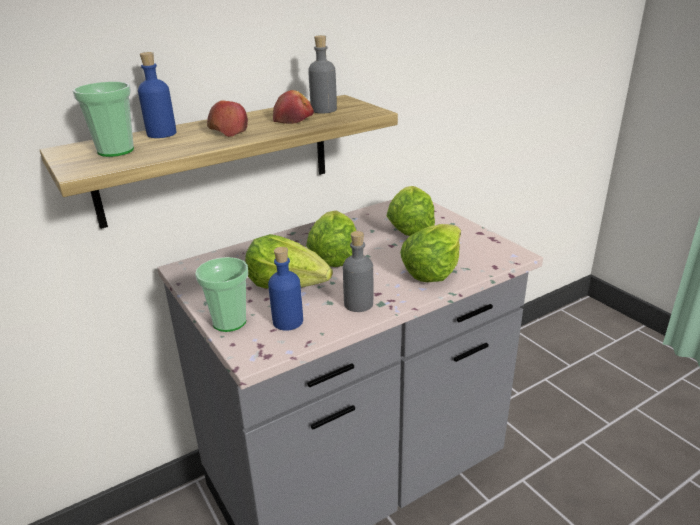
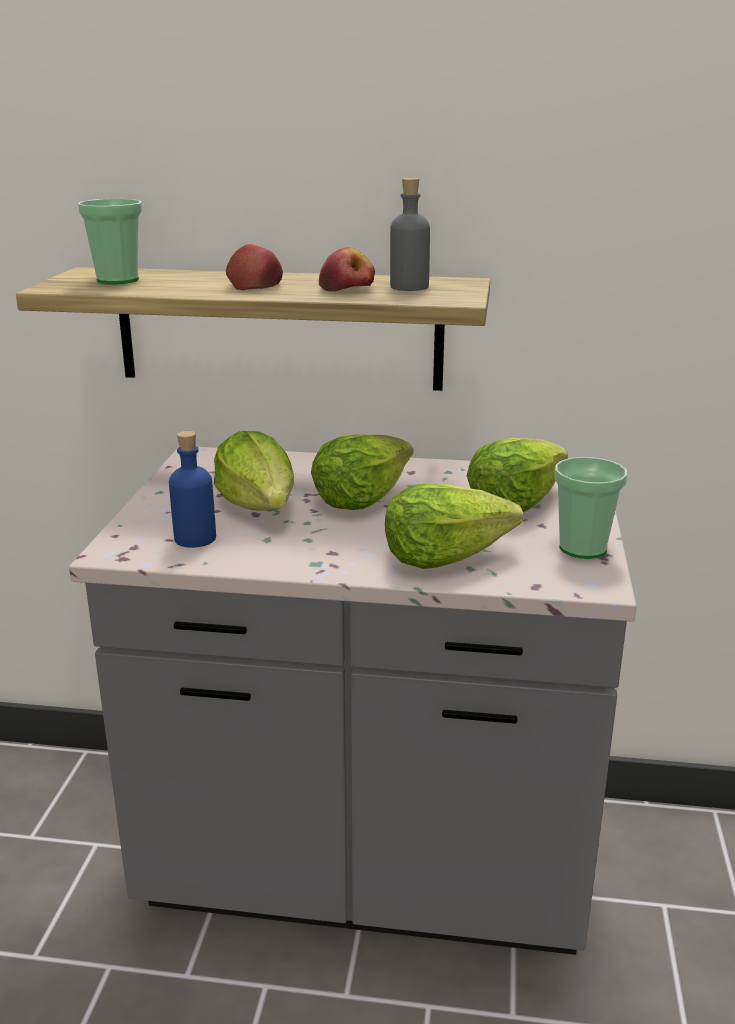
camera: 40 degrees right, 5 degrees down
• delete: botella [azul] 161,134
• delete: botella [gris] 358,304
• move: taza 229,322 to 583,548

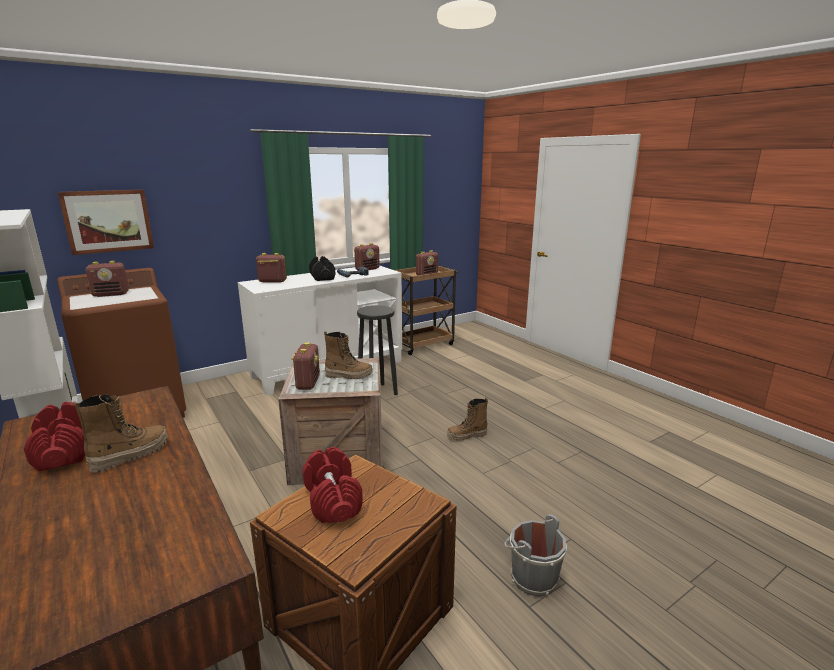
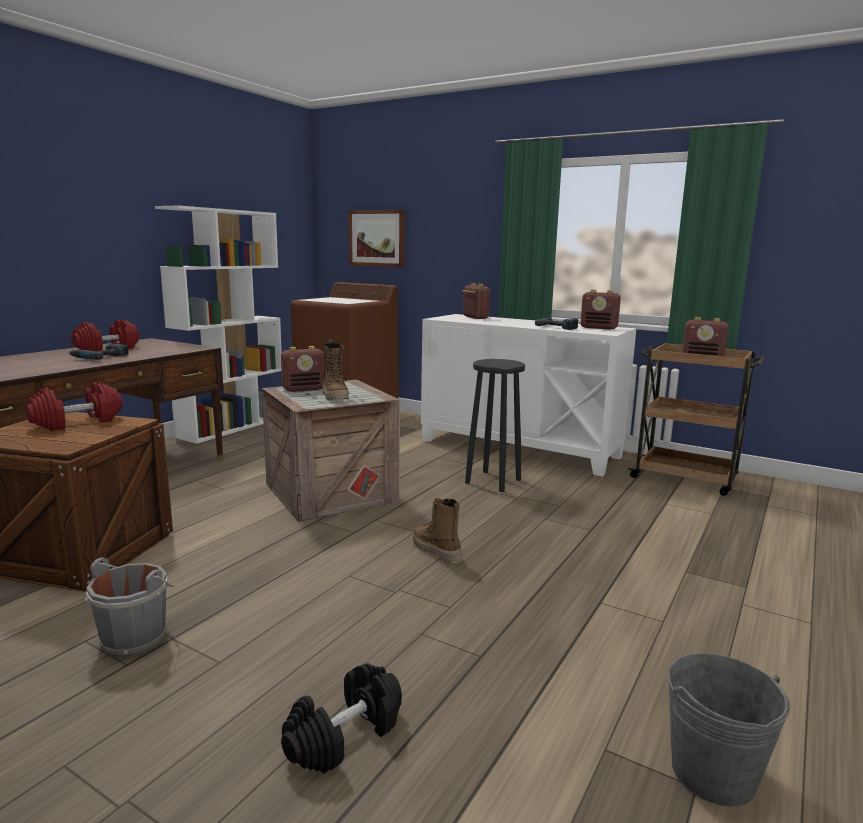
camera: 65 degrees right, 5 degrees down
• delete: radio 111,294
• insert: cubo [gris] 713,773
• move: mancuerna [negro] 322,277 to 344,735
• replace: bota 130,455 to taladro 100,357

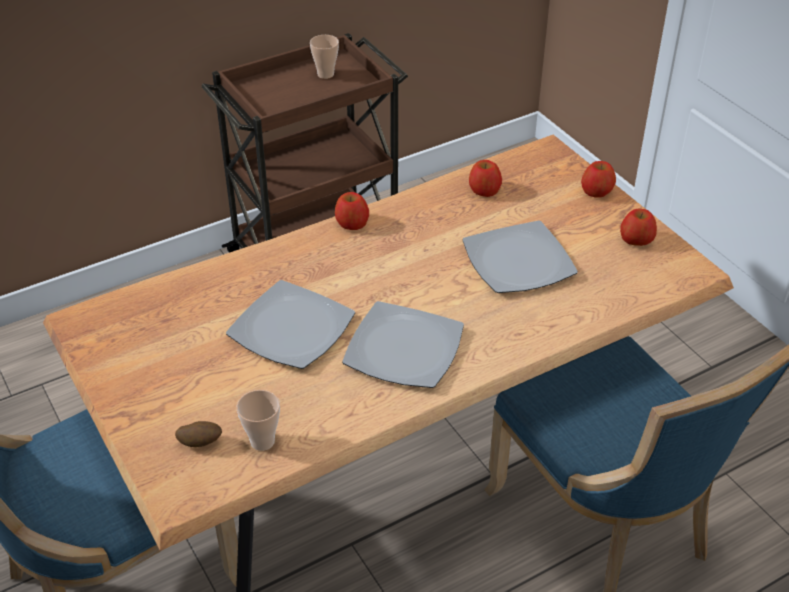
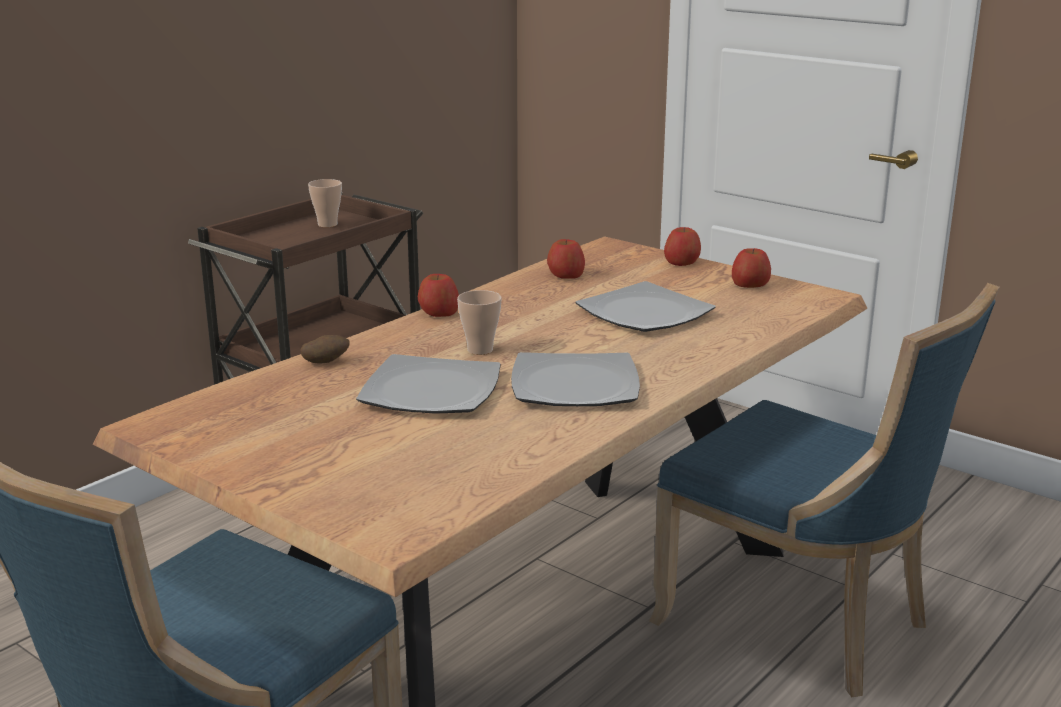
camera: 20 degrees left, 20 degrees down
• move: patata 200,443 to 326,362
• move: taza 262,441 to 480,350

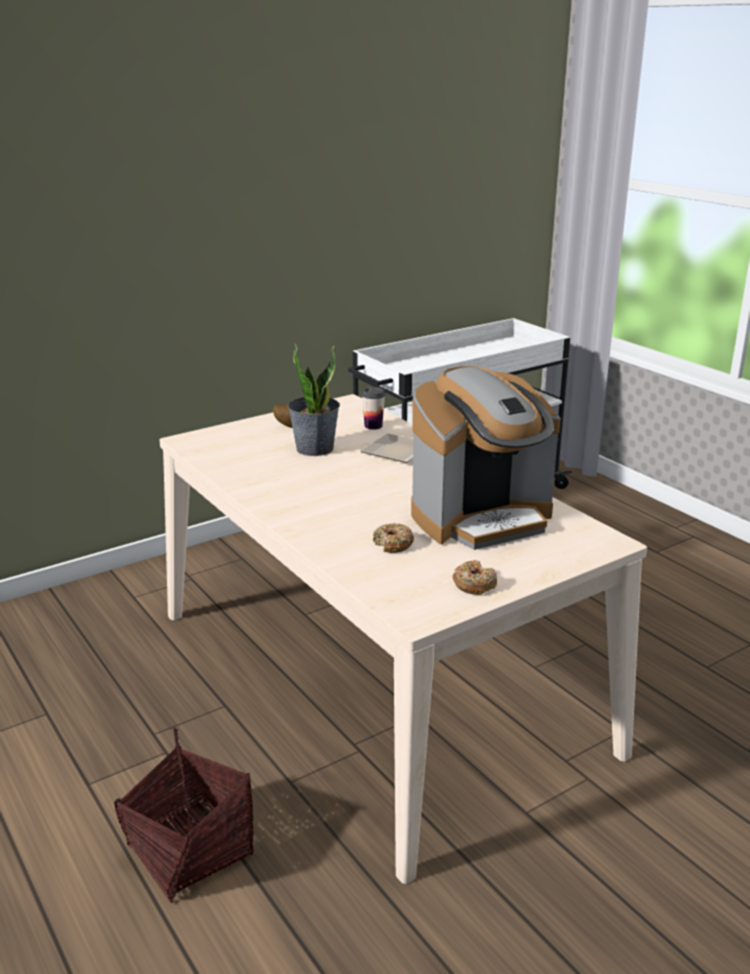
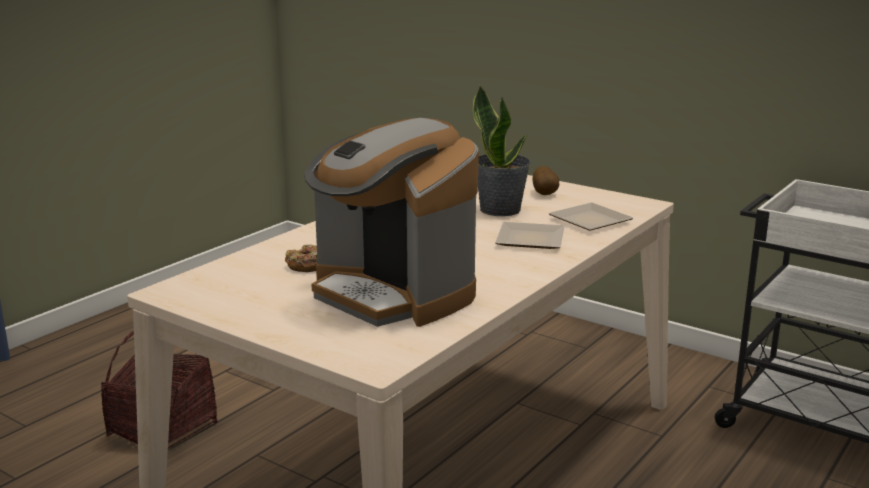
camera: 70 degrees right, 5 degrees down
• delete: rosquilla 474,584
• replace: taza 373,426 to plato 590,222

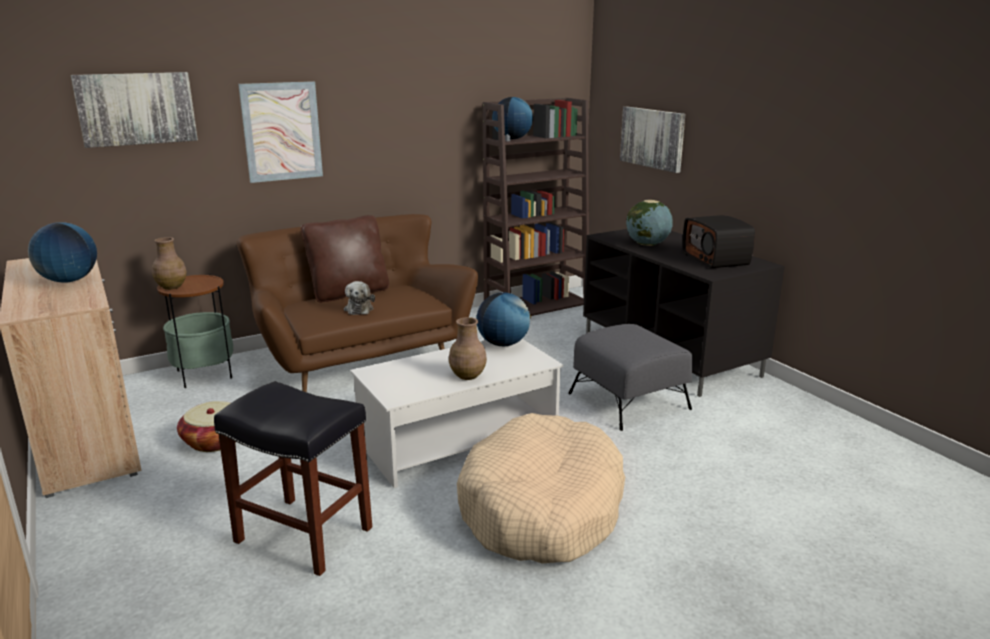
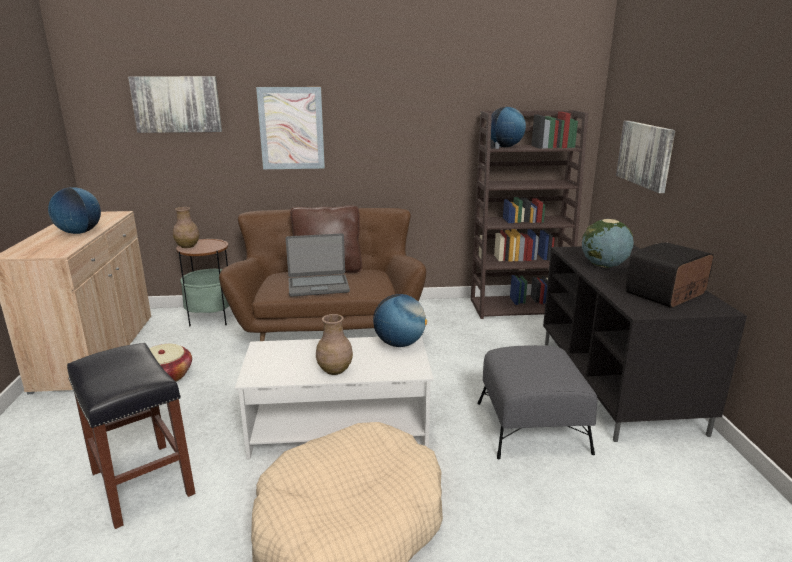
camera: 25 degrees right, 0 degrees up
• replace: peluche 359,309 to portátil 318,286
• rotate: radio 716,259 = 666,294 45 degrees clockwise

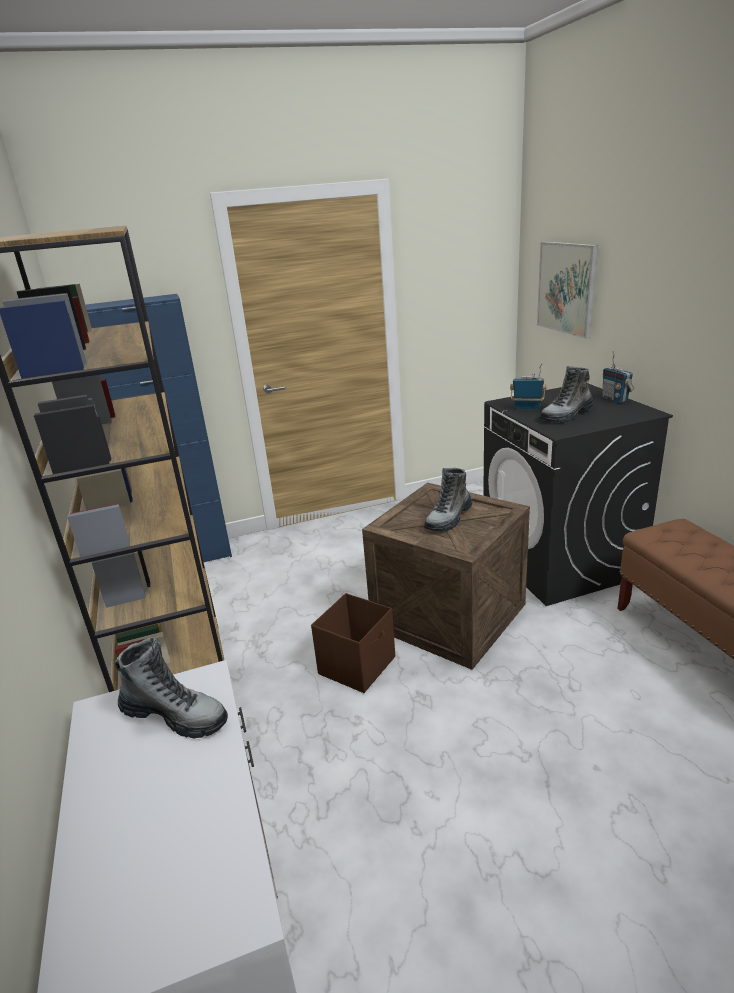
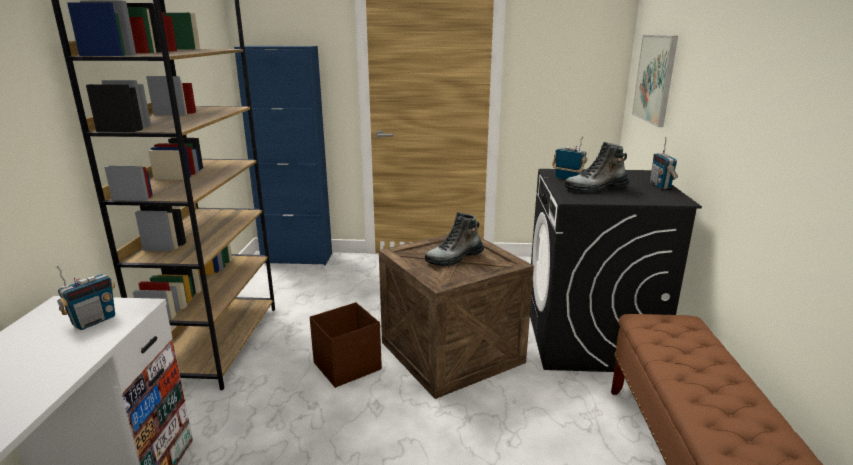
camera: 20 degrees right, 5 degrees down
• replace: bota 175,715 to radio 94,321

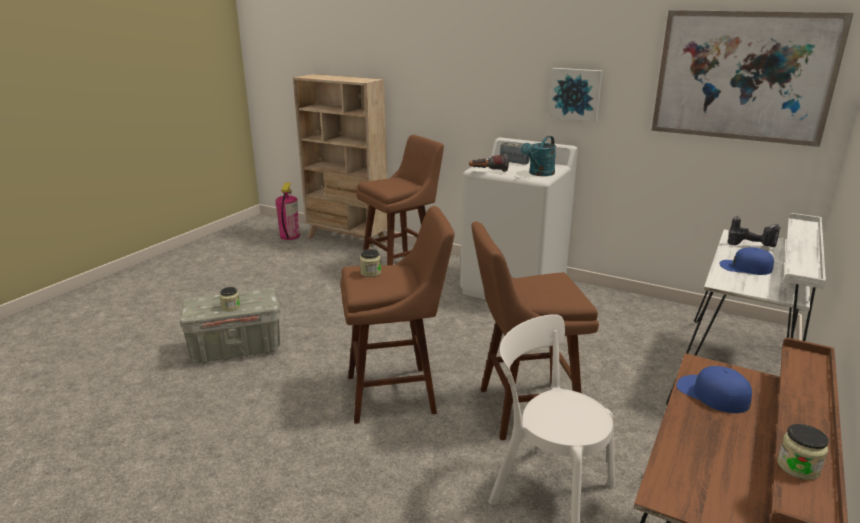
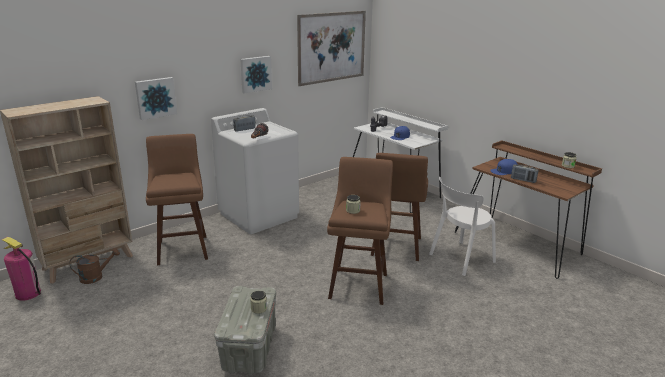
camera: 70 degrees left, 0 degrees up
• delete: regadera [turquesa] 539,174
• insert: regadera [marrón] 96,277
• insert: cuadro 155,97
• insert: radio 523,180

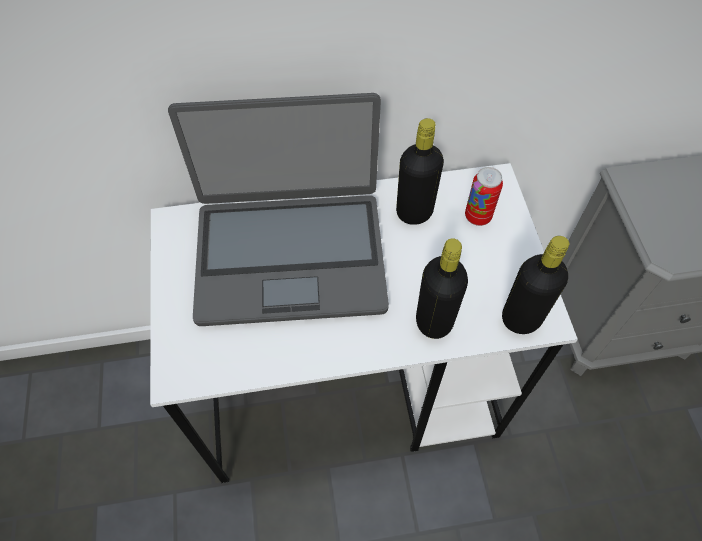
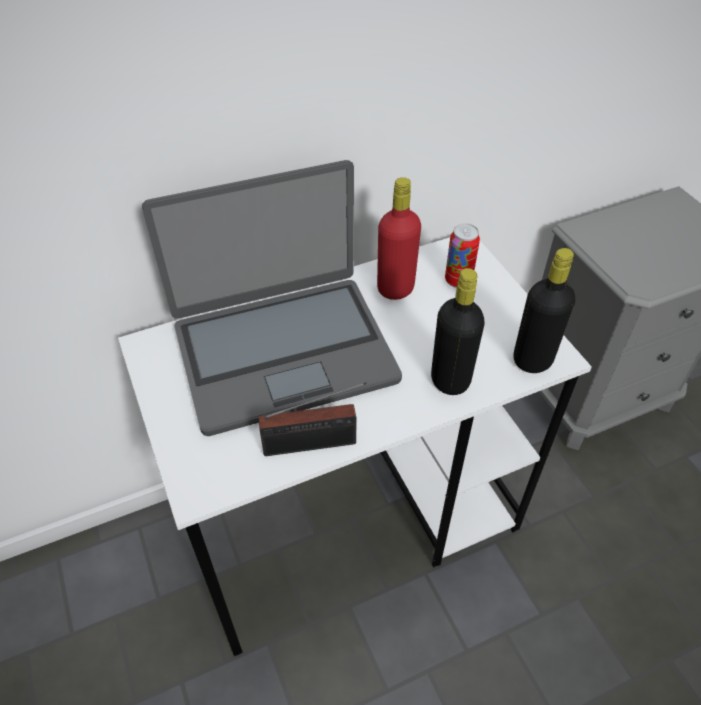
camera: 15 degrees left, 10 degrees down
• insert: radio 315,444
• recolor: botella [negro] 414,212 to botella [rojo] 395,288

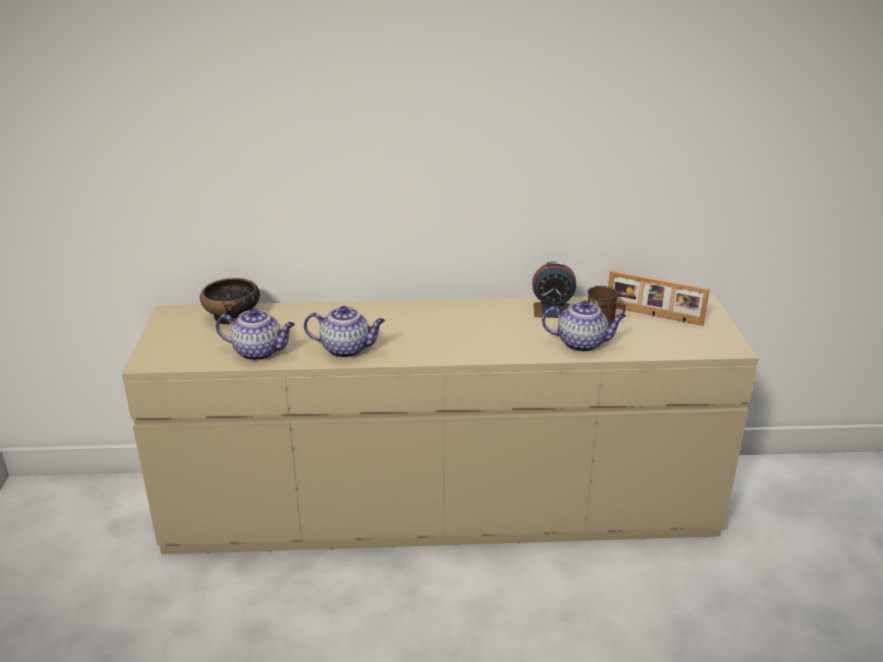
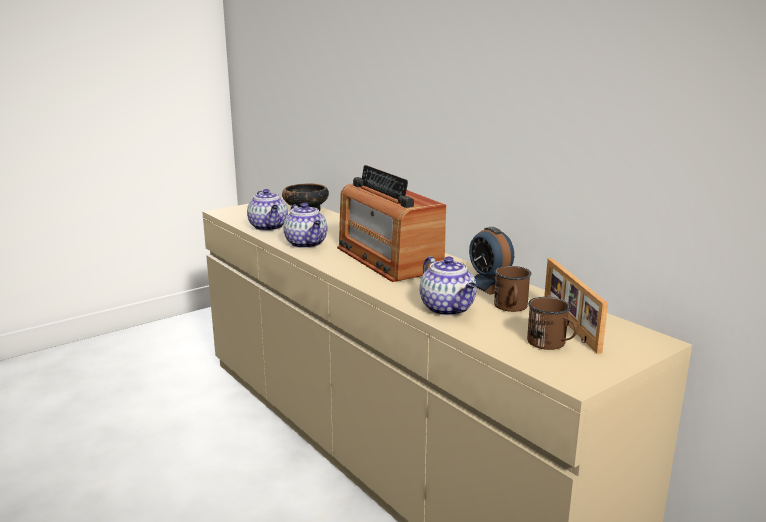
camera: 55 degrees right, 10 degrees down
• insert: radio 388,259
• insert: taza grande [marrón] 551,344

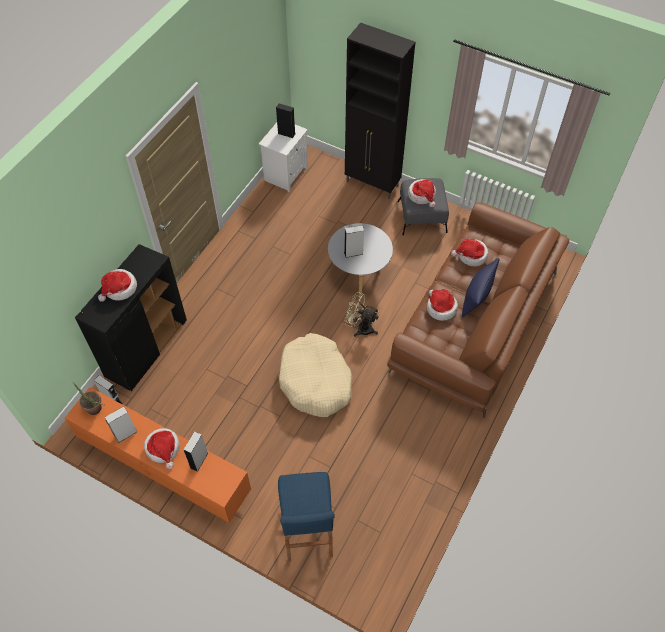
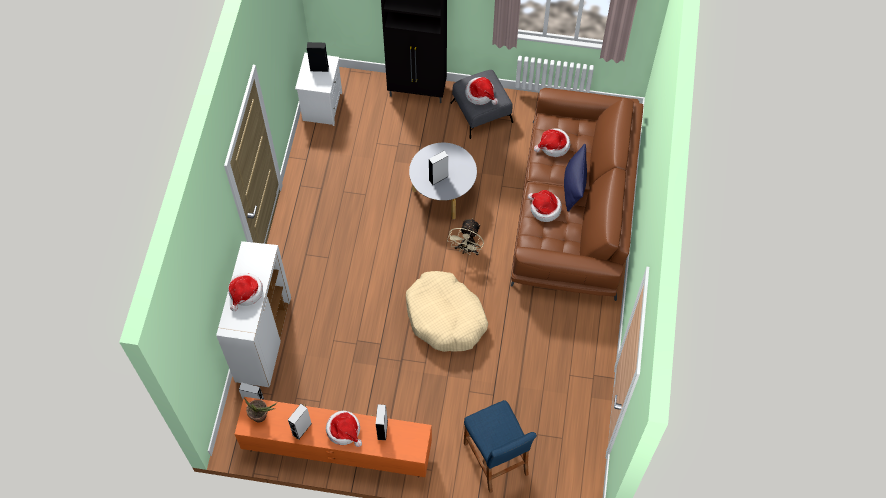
camera: 20 degrees left, 5 degrees up
• recolor: armario [negro] 146,348 to armario [blanco] 263,339
• rotate: ventilador [beis] 360,328 = 467,249 75 degrees counterclockwise

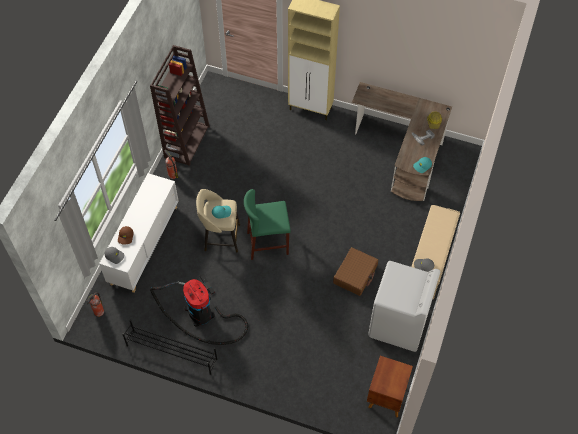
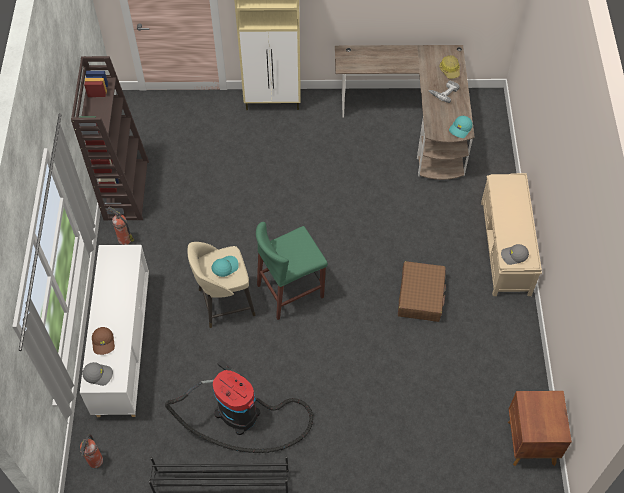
camera: 20 degrees left, 0 degrees up
• delete: lavadora [blanco] 398,324

